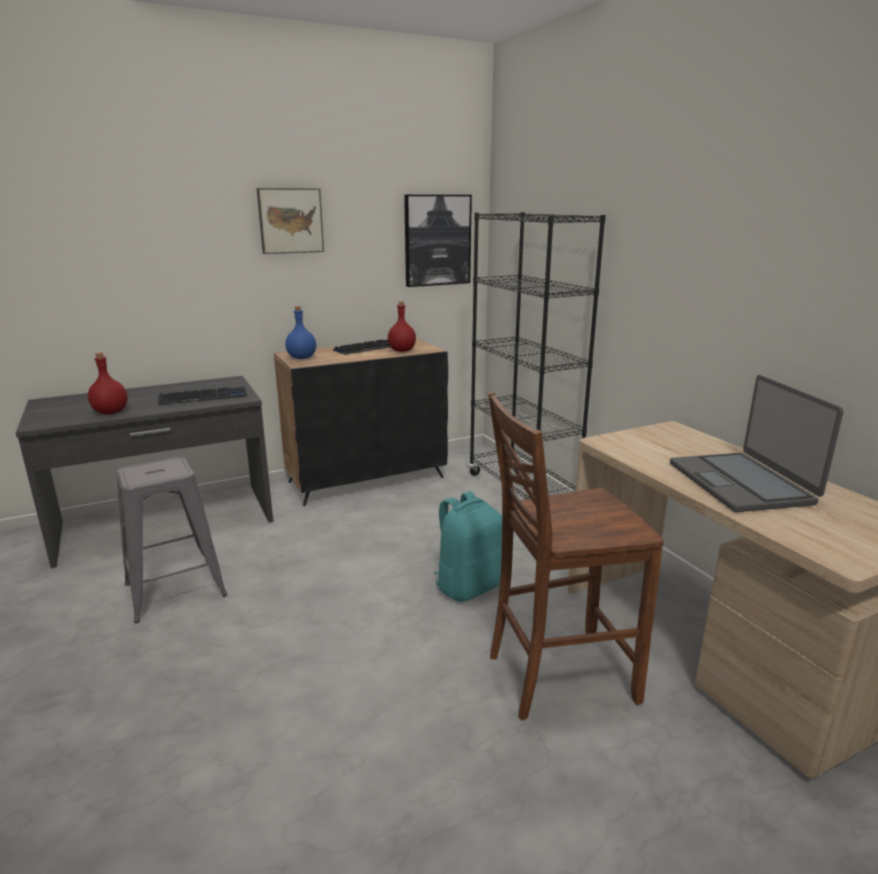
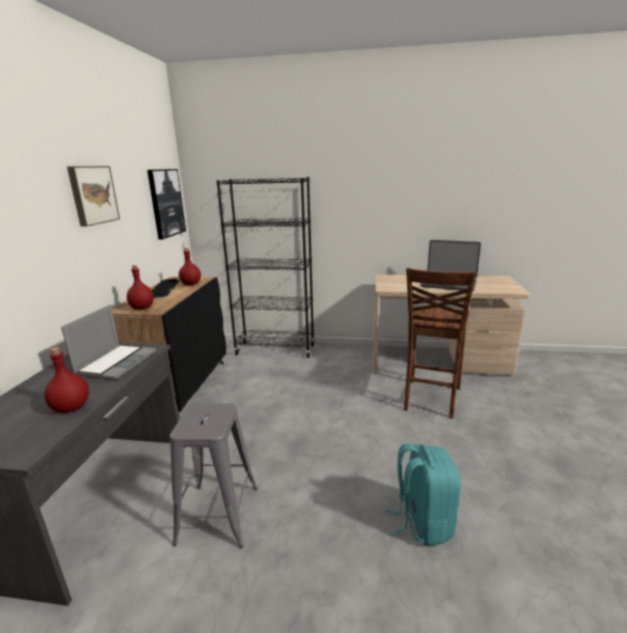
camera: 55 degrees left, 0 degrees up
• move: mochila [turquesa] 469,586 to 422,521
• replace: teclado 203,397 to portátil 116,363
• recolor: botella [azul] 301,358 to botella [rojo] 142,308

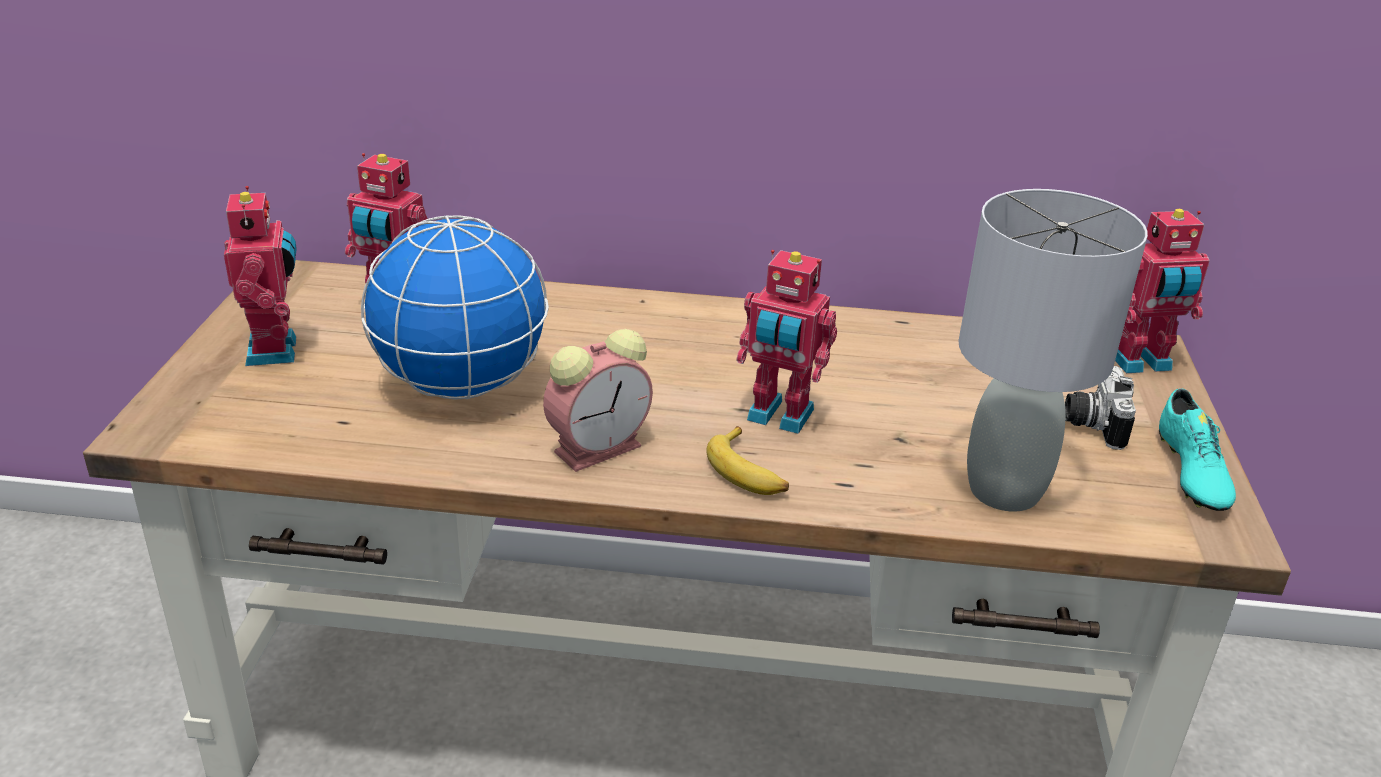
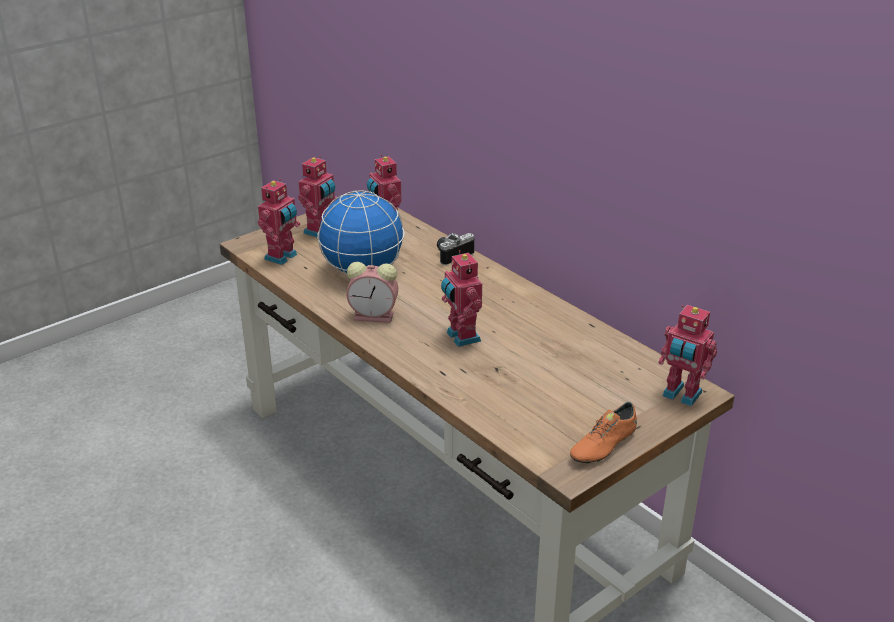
camera: 45 degrees right, 0 degrees up
• delete: plátano 748,472
• delete: lámpara de mesa [gris] 1004,491
• insert: robot de juguete 282,257
• move: cámara 1091,423 to 452,255
• recolor: zapato [turquesa] 1190,473 to zapato [naranja] 603,446

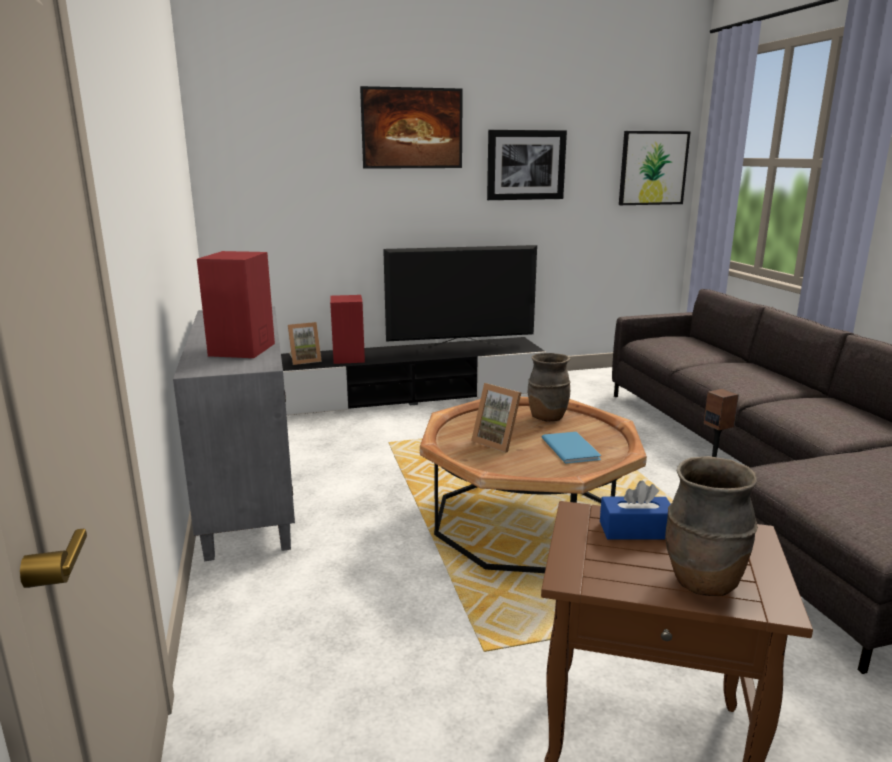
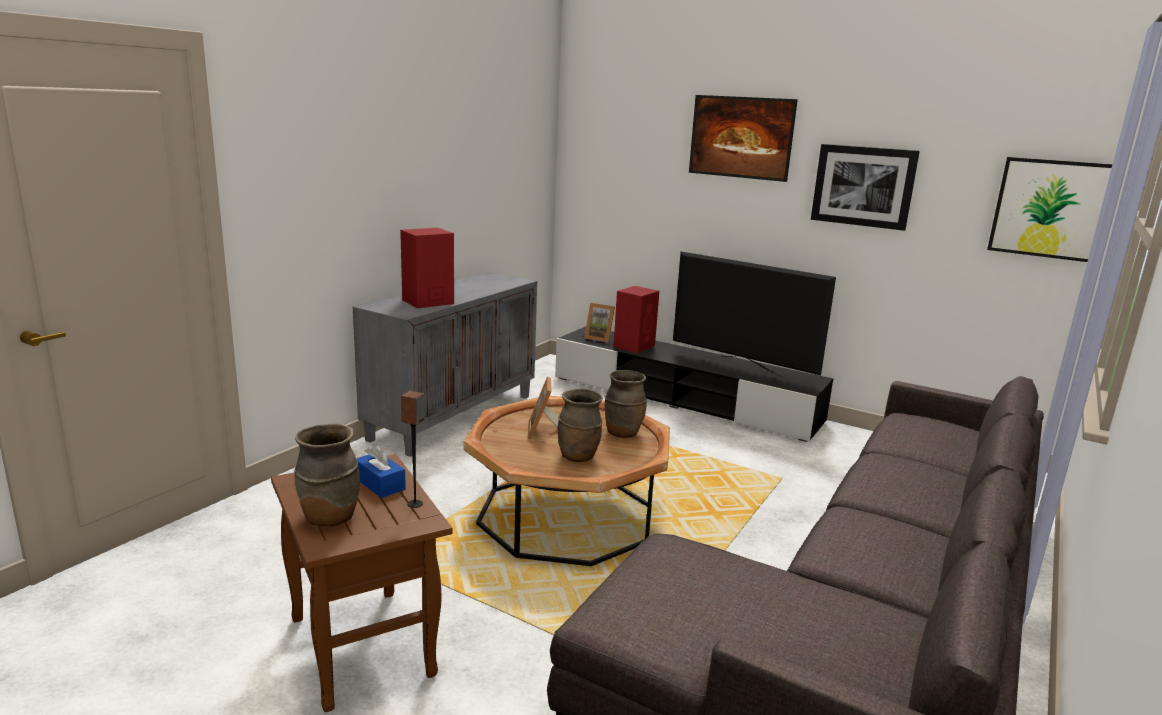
camera: 45 degrees right, 0 degrees up
• replace: libro [azul] 571,448 to florero [marrón] 578,457

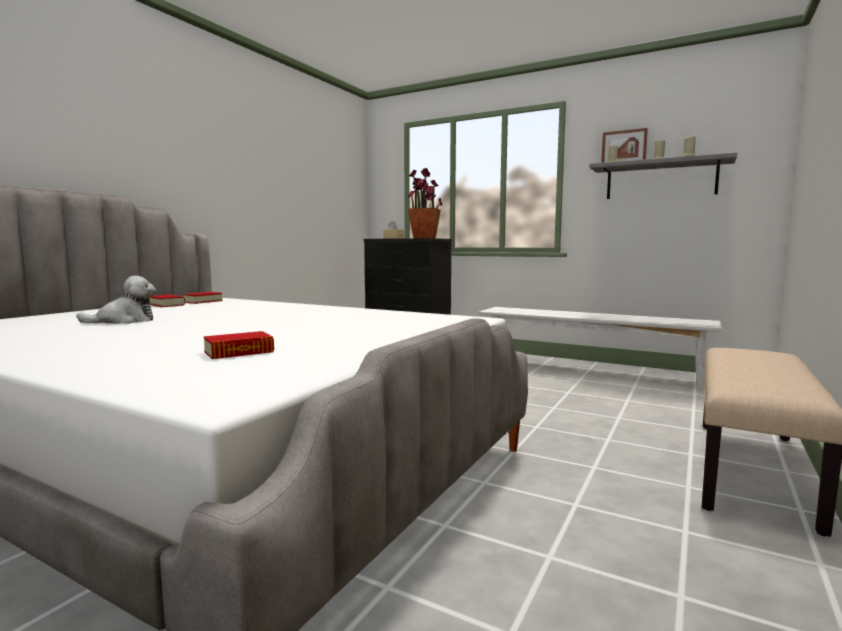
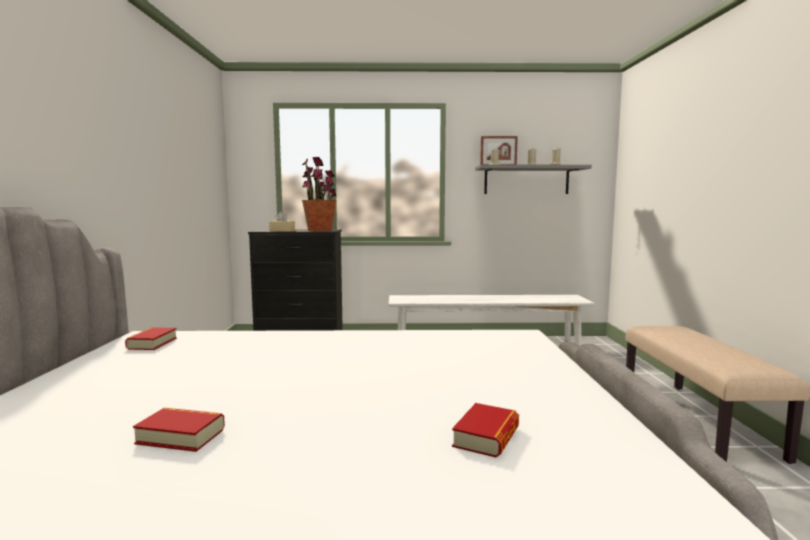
camera: 30 degrees left, 0 degrees up
• delete: peluche 124,321
• move: libro 167,305 to 181,436

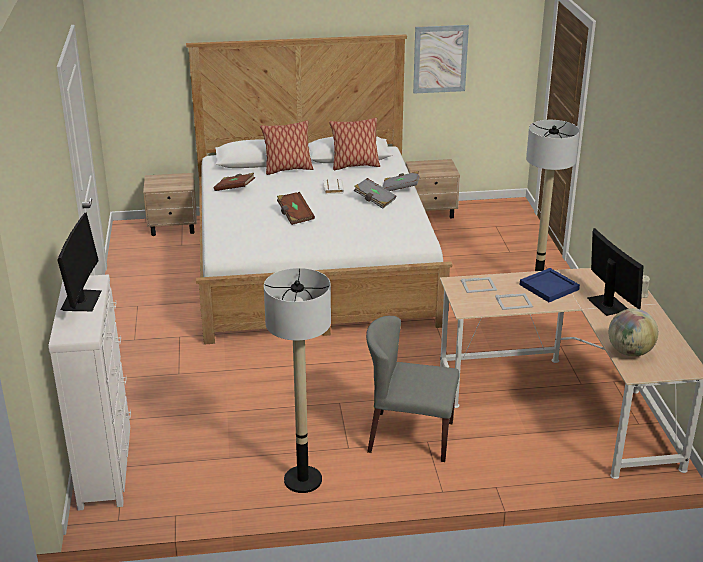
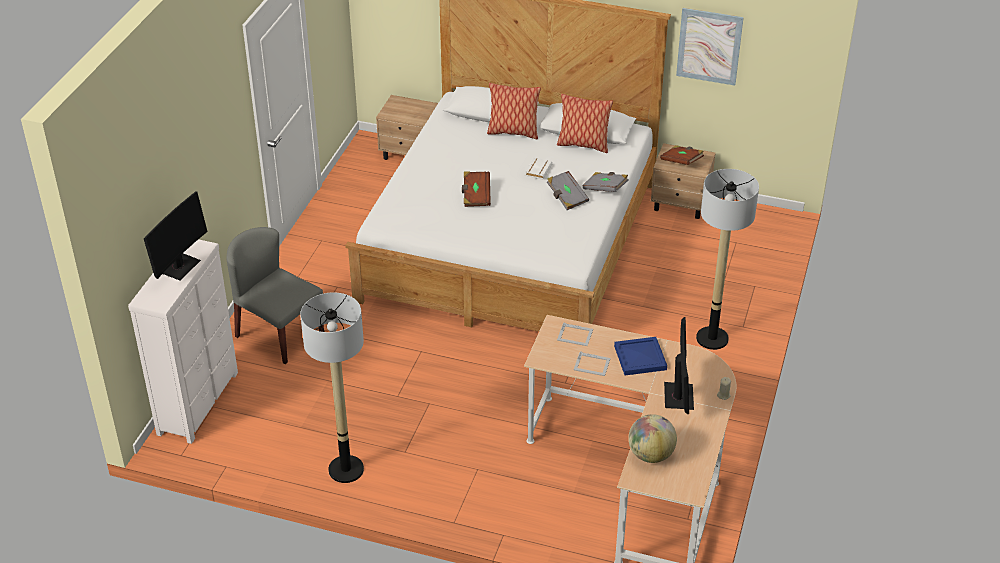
camera: 25 degrees right, 10 degrees up
• move: libro [marrón] 235,189 to 681,161
• move: silla [gris] 410,436 to 279,334

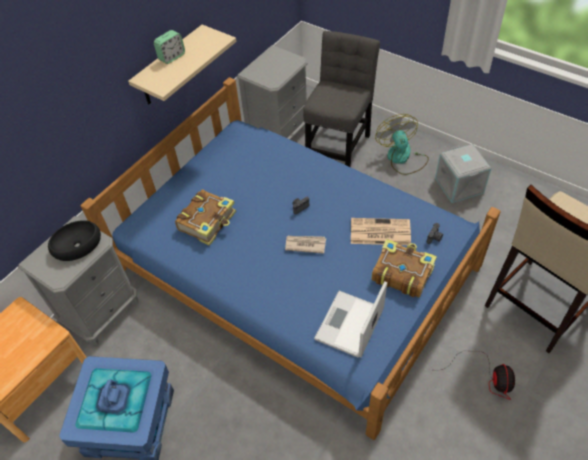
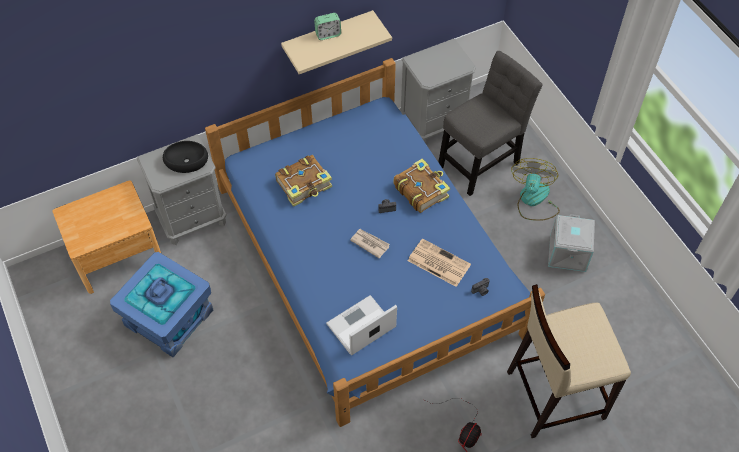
camera: 25 degrees right, 5 degrees up
• move: libro 401,273 to 421,190

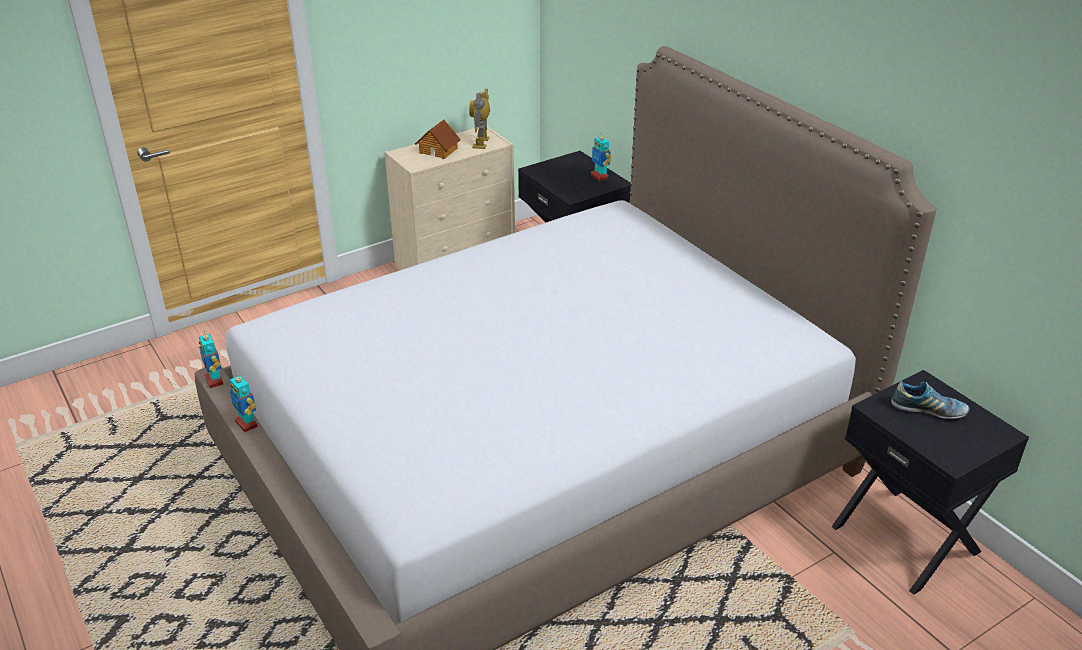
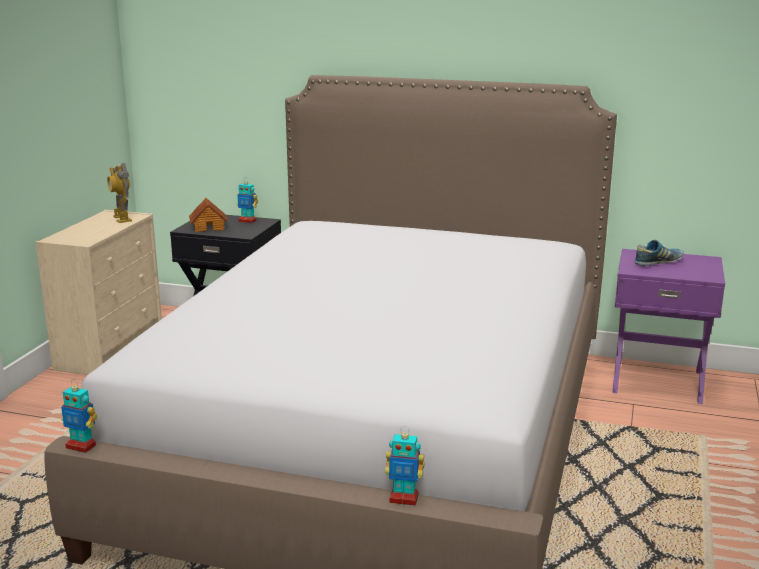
camera: 40 degrees left, 15 degrees down
• move: robot de juguete 247,424 to 404,498
• move: casita 439,150 to 208,227
• recolor: mesita de noche [negro] 906,538 to mesita de noche [morado] 657,380

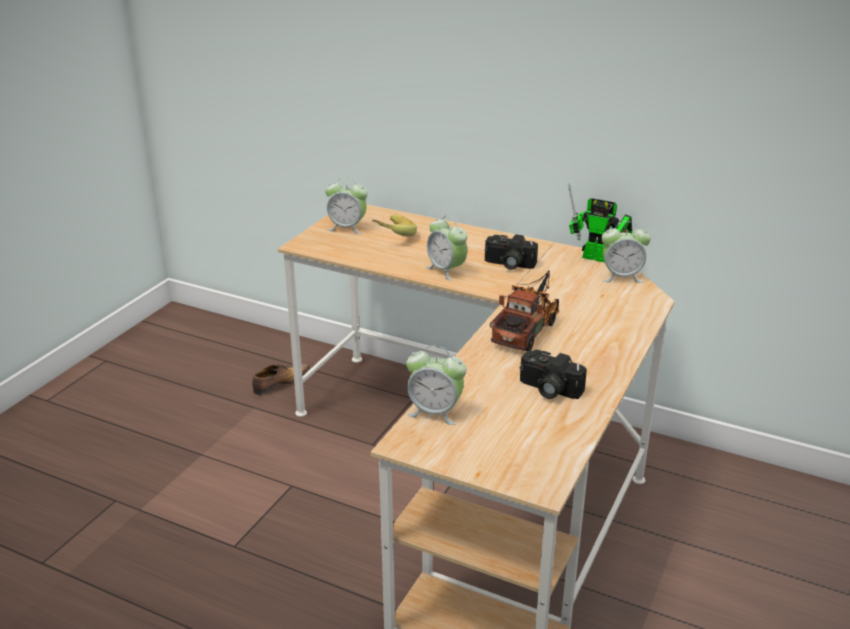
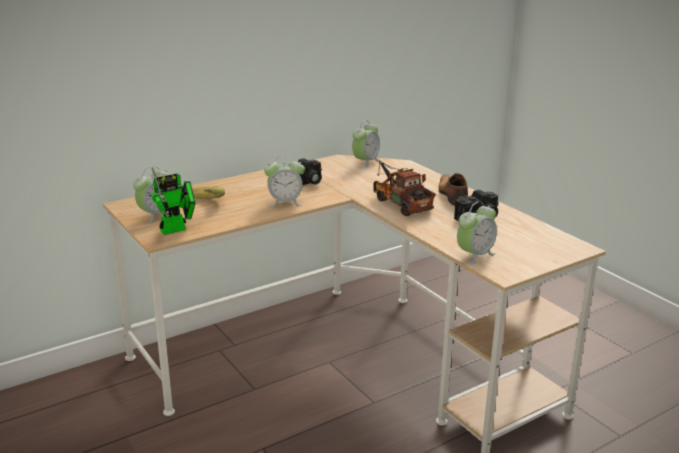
camera: 60 degrees left, 5 degrees down
• move: zapato 280,383 to 451,195
• move: robot de juguete 599,258 to 177,229

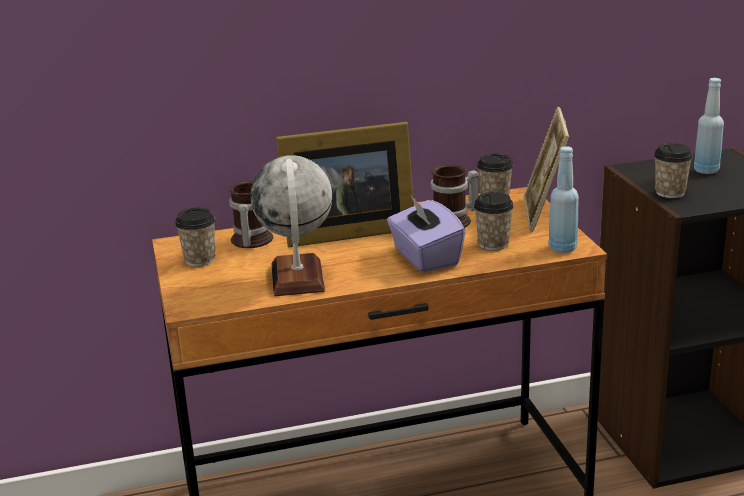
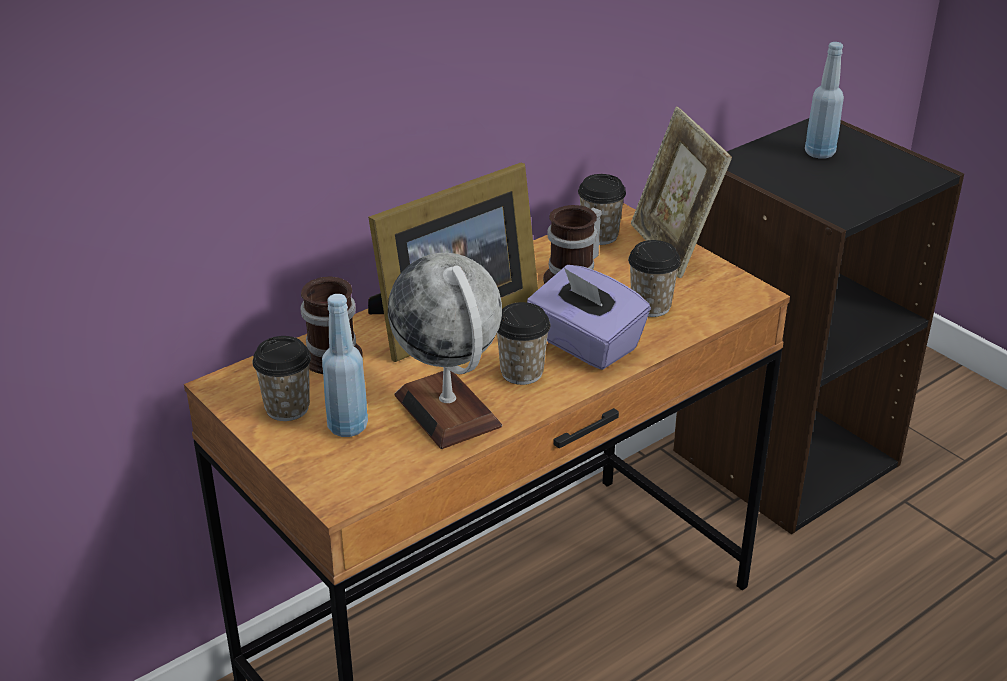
camera: 25 degrees left, 10 degrees up
• move: botella [azul] 562,248 to 347,426
• move: taza 670,193 to 522,372

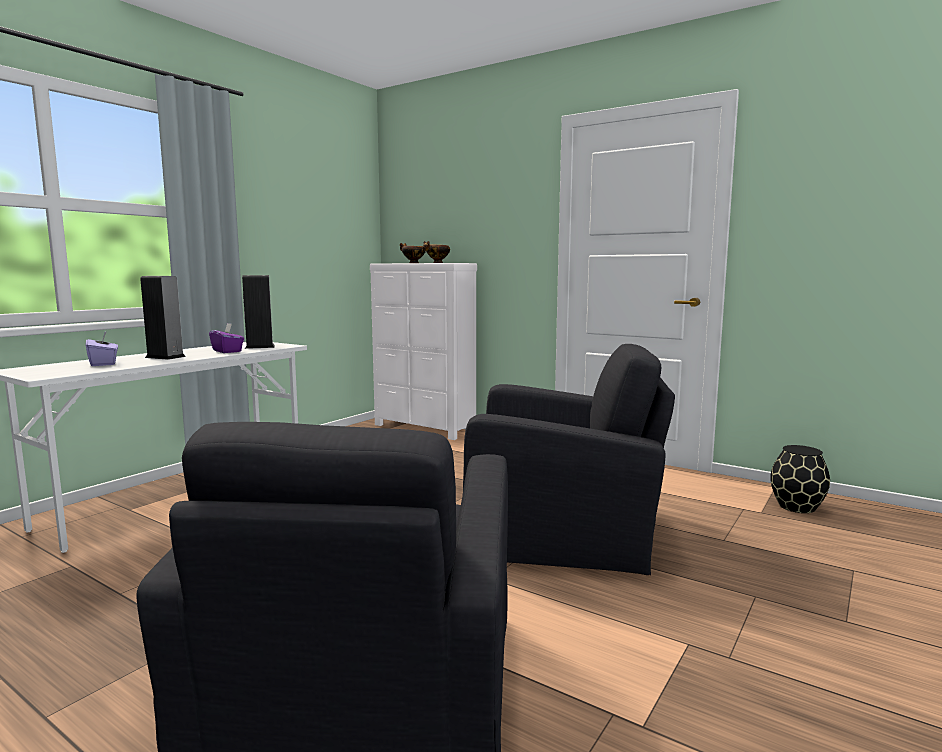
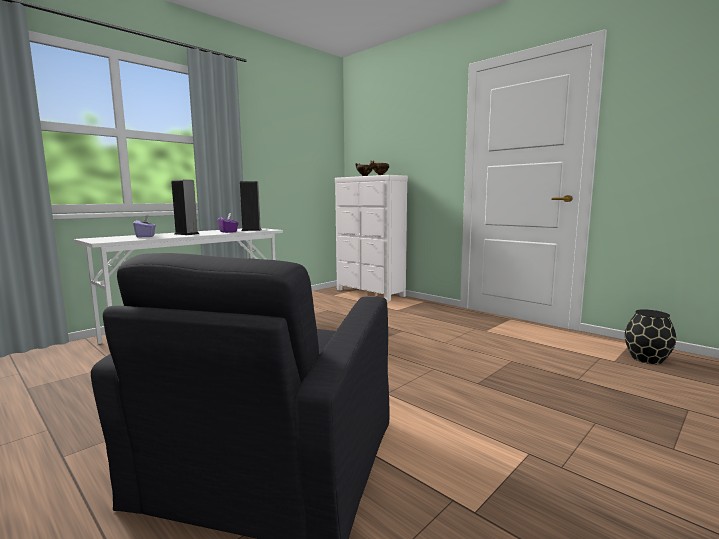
camera: 10 degrees right, 0 degrees up
• delete: sillón [negro] 560,528

